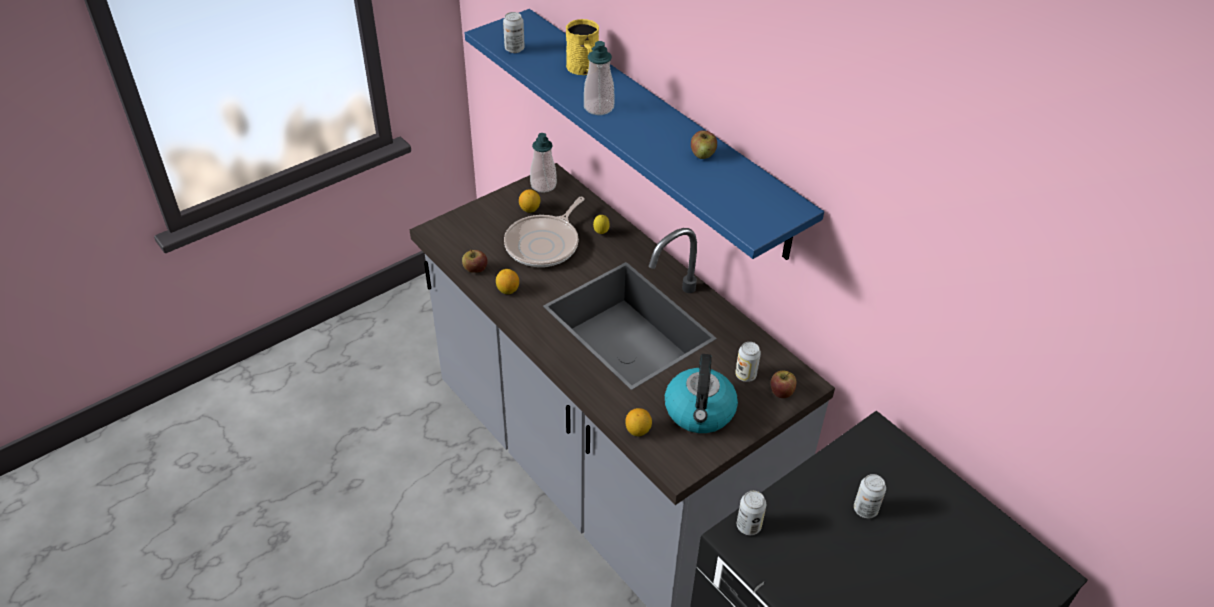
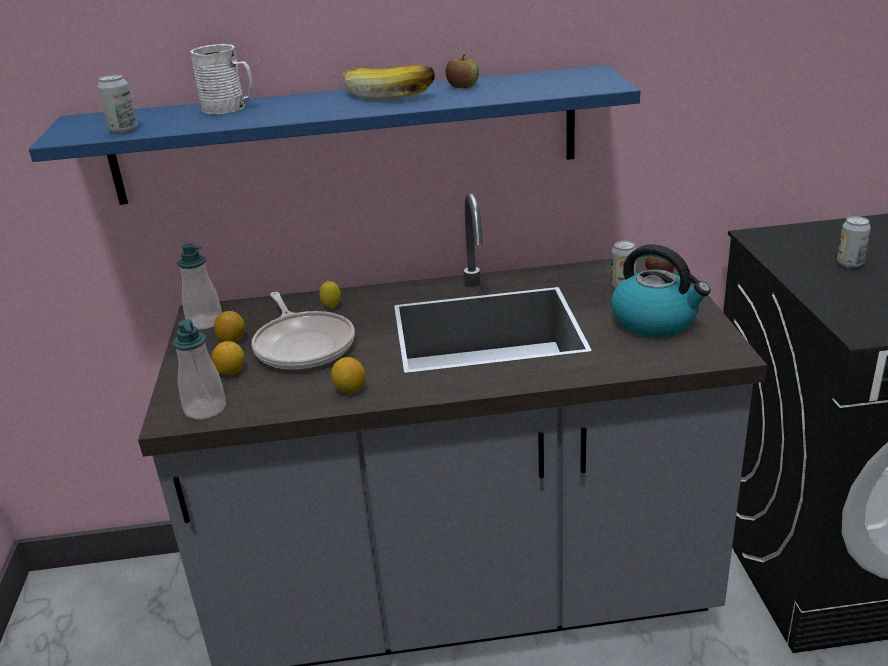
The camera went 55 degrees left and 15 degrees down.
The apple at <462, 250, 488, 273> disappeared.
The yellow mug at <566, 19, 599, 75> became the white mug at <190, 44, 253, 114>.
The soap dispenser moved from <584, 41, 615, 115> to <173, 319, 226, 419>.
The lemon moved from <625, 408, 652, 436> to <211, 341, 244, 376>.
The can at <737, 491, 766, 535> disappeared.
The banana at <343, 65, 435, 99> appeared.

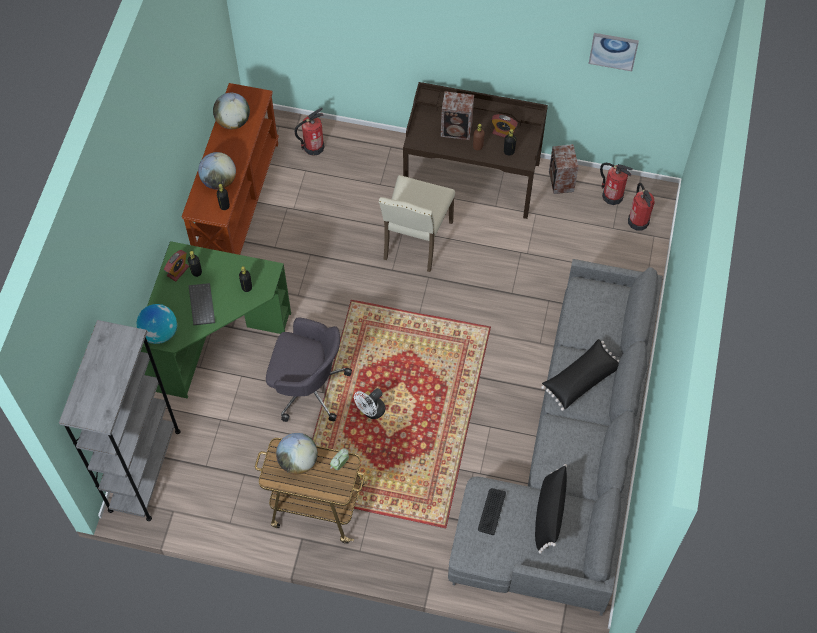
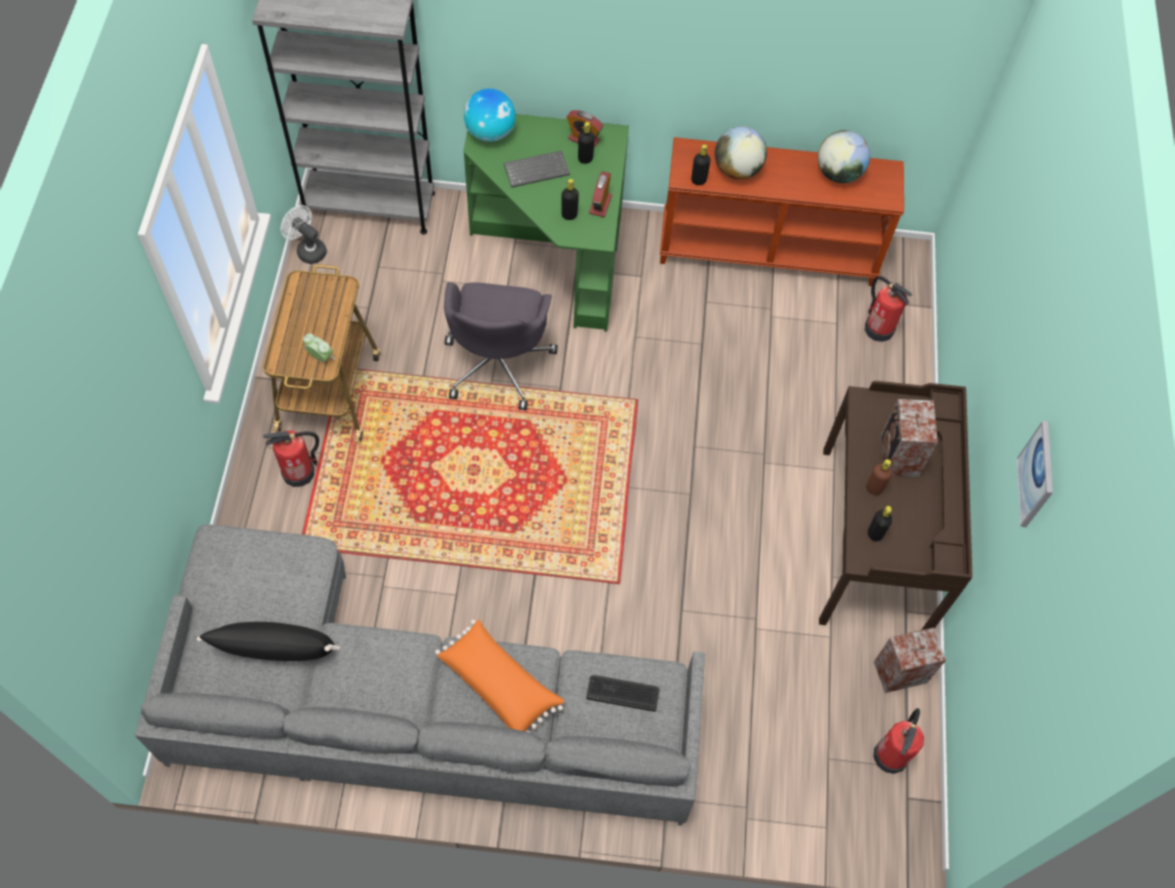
The camera went 80 degrees right and 0 degrees up.
The globe at <276, 433, 318, 474> disappeared.
The white fan moved from <354, 388, 386, 419> to <281, 205, 327, 264>.
The beige chair at <379, 175, 455, 272> disappeared.
The keyboard moved from <478, 488, 506, 535> to <586, 675, 659, 712>.
The alarm clock moved from <491, 114, 518, 138> to <589, 171, 612, 217>.
The black pillow at <541, 339, 619, 411> became the orange pillow at <435, 620, 564, 733>.
The picture moved from <589, 33, 639, 71> to <1017, 421, 1053, 527>.
The fire extinguisher moved from <628, 183, 654, 231> to <263, 430, 319, 487>.

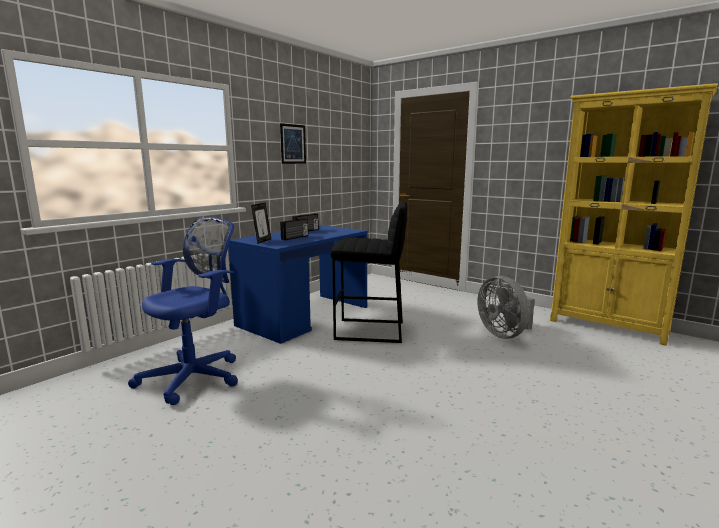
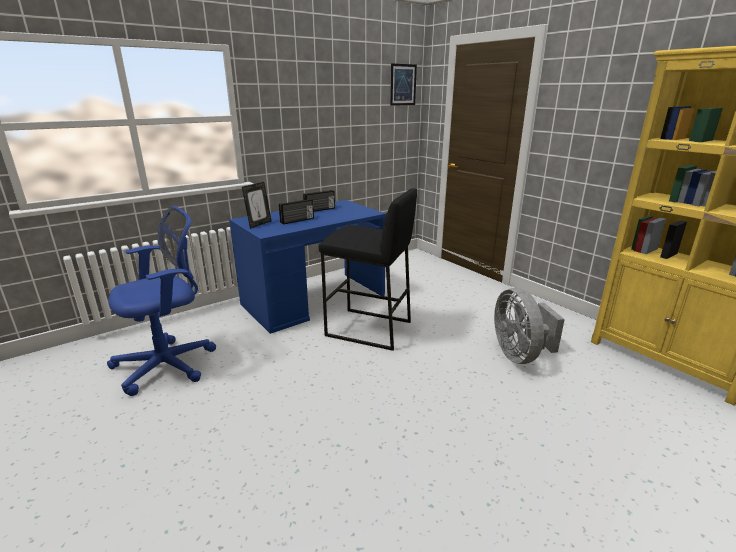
The camera went 15 degrees right and 10 degrees up.
The picture moved from <280, 123, 306, 164> to <390, 63, 417, 106>.

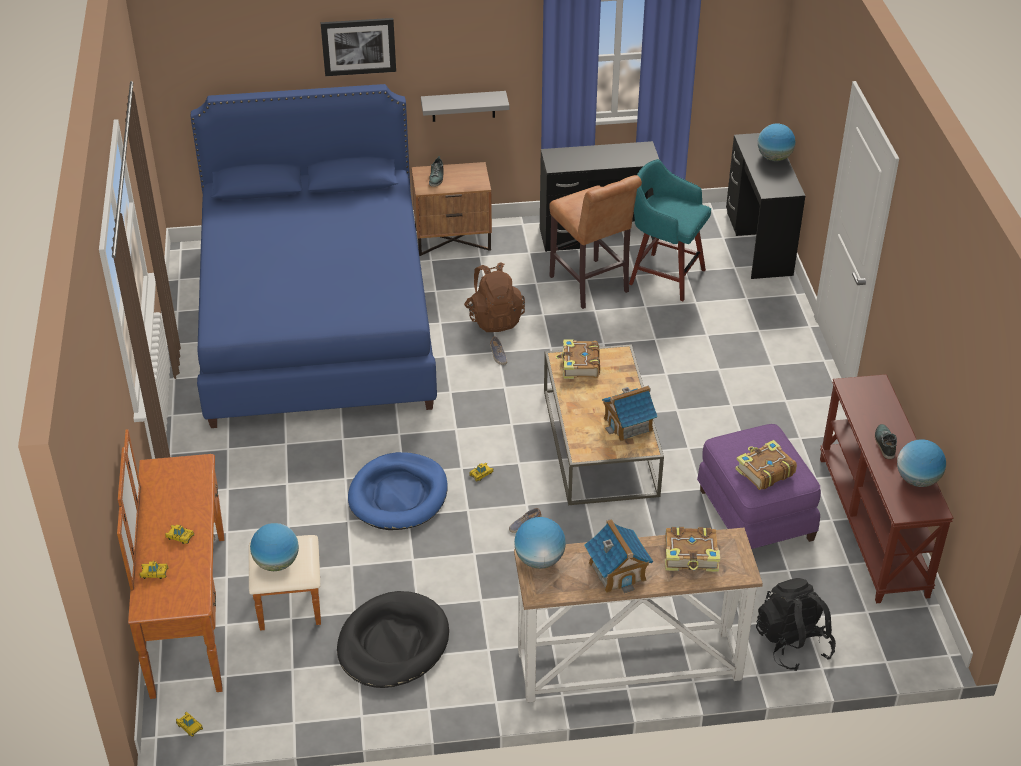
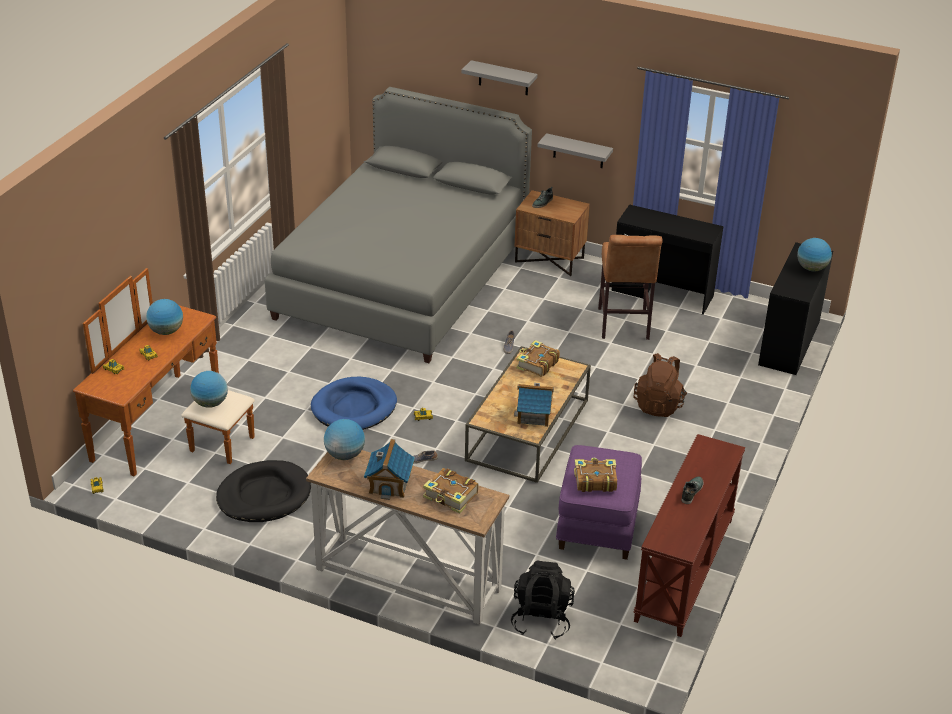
The camera went 30 degrees right and 5 degrees down.
The blue bed at <191, 84, 437, 428> became the grey bed at <265, 87, 532, 363>.
The picture at <321, 18, 396, 76> was replaced by the grey shelf at <462, 60, 537, 95>.
The brown backpack moved from <464, 262, 525, 332> to <634, 353, 687, 417>.
The turquoise stool at <629, 159, 711, 301> disappeared.
The globe moved from <897, 439, 946, 487> to <146, 299, 183, 335>.

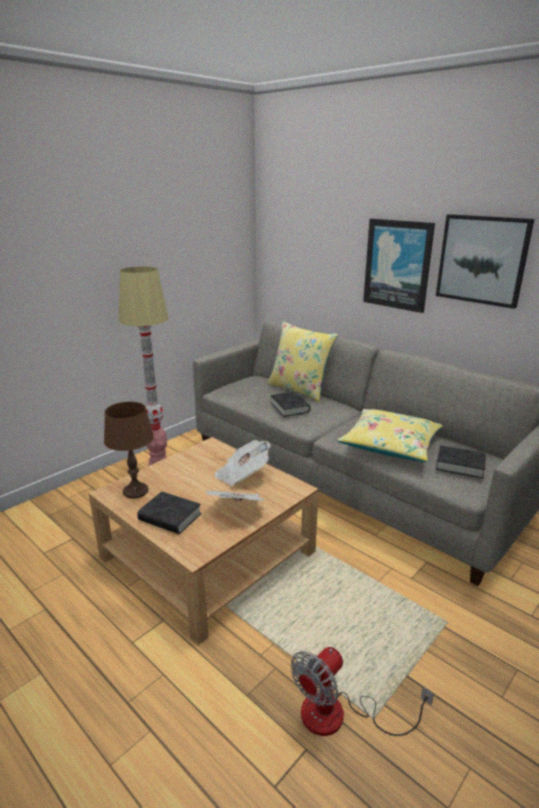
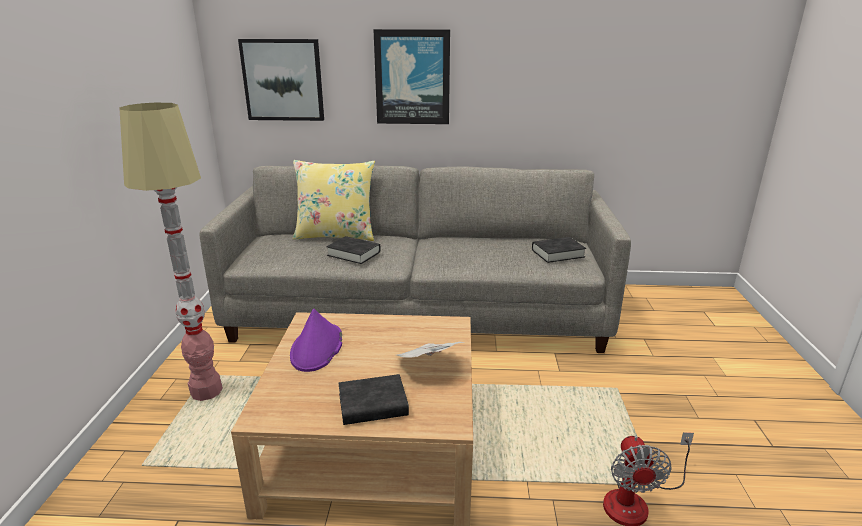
The camera went 40 degrees left and 0 degrees up.
The brown table lamp at <104, 402, 154, 499> disappeared.
The newspaper at <214, 440, 271, 486> disappeared.
The yellow pillow at <337, 409, 443, 462> disappeared.
The picture moved from <436, 214, 534, 309> to <238, 39, 324, 121>.
The purple hat at <290, 309, 342, 372> appeared.

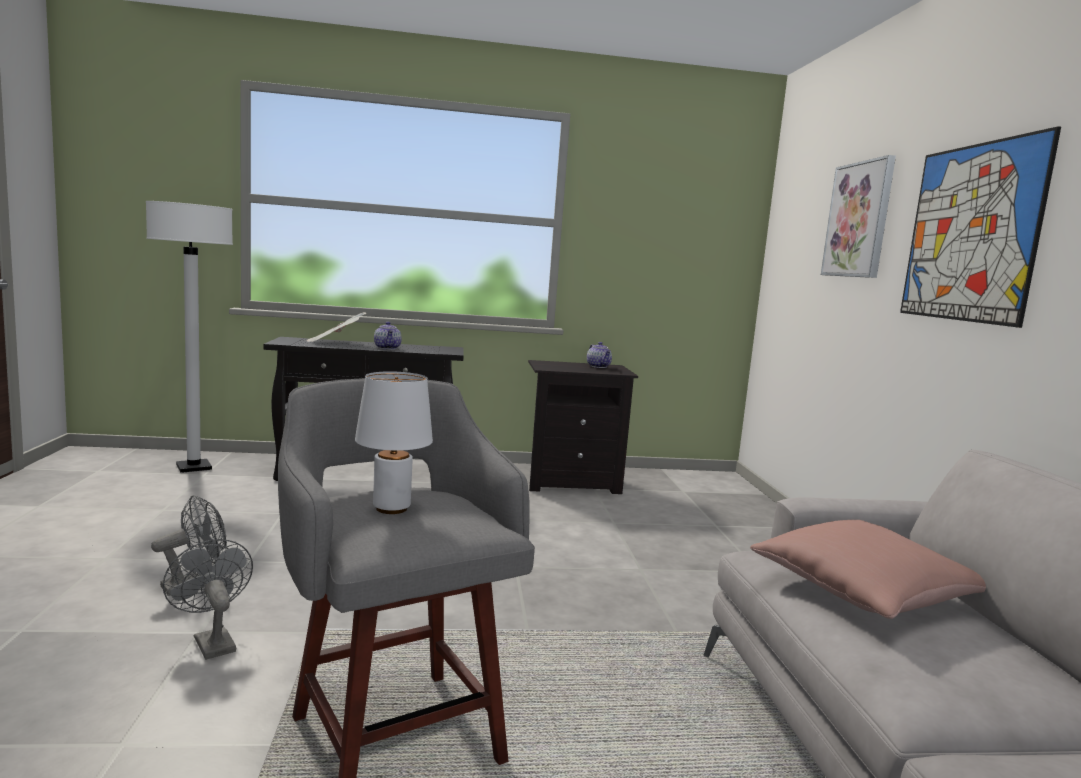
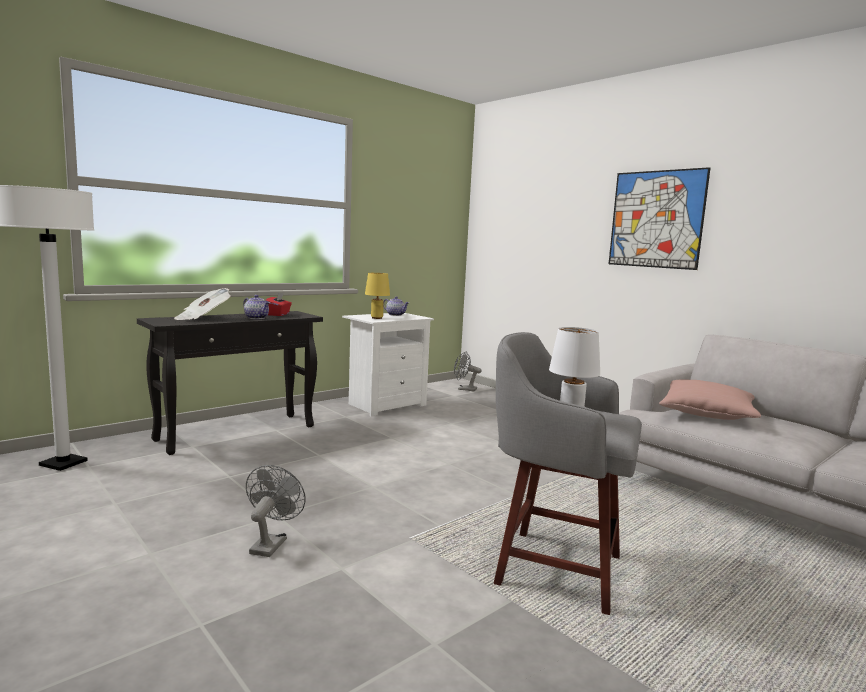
The camera went 35 degrees left and 0 degrees up.
The grey fan moved from <162, 539, 253, 660> to <454, 352, 481, 392>.
The black nightstand at <528, 360, 638, 494> became the white nightstand at <342, 313, 434, 416>.
The picture at <821, 155, 896, 278> disappeared.
The red tissue box at <265, 293, 292, 316> appeared.
The yellow table lamp at <365, 273, 390, 319> appeared.

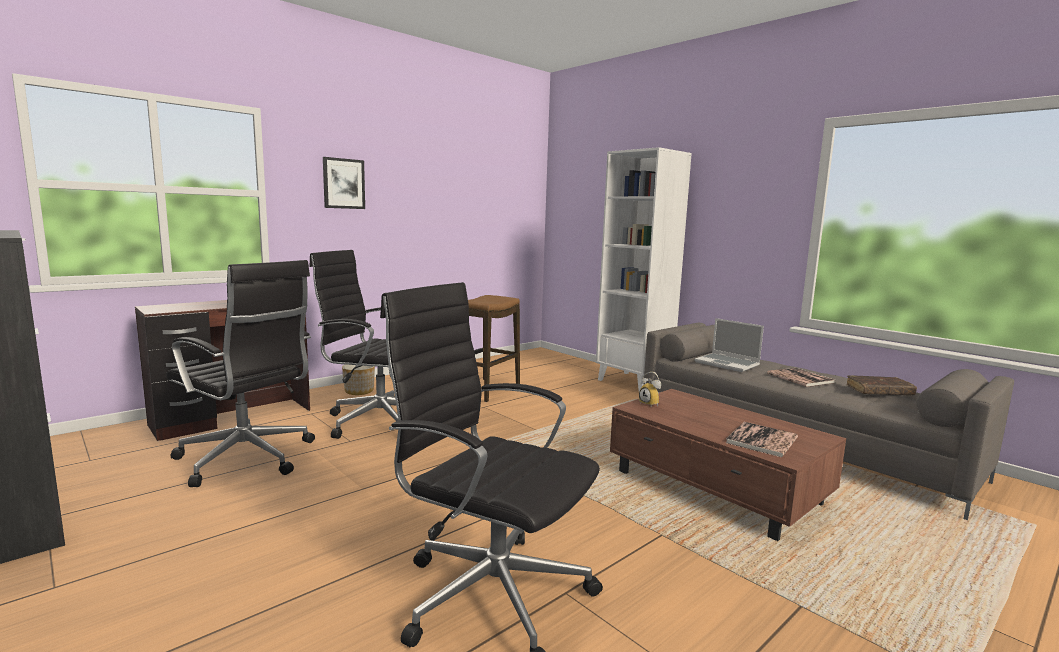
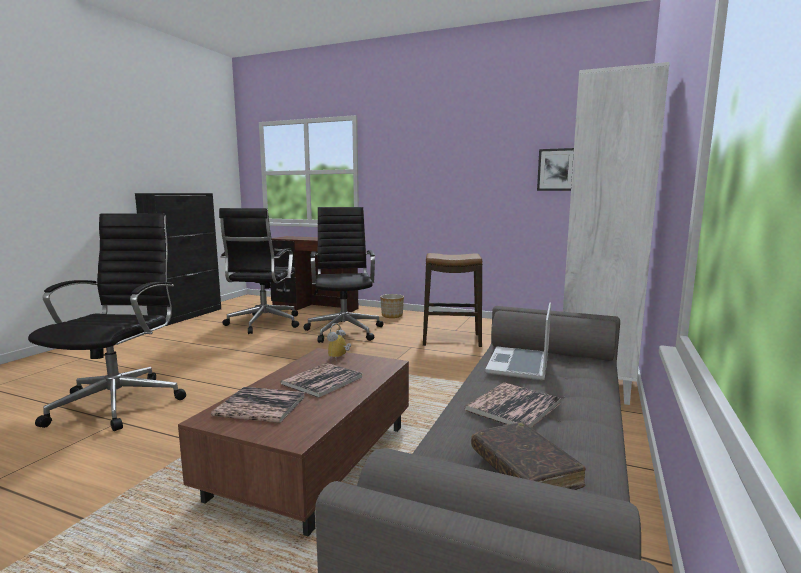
The camera went 65 degrees right and 0 degrees up.
The picture moved from <323, 157, 365, 209> to <537, 148, 574, 191>.
The book at <280, 363, 363, 398> appeared.

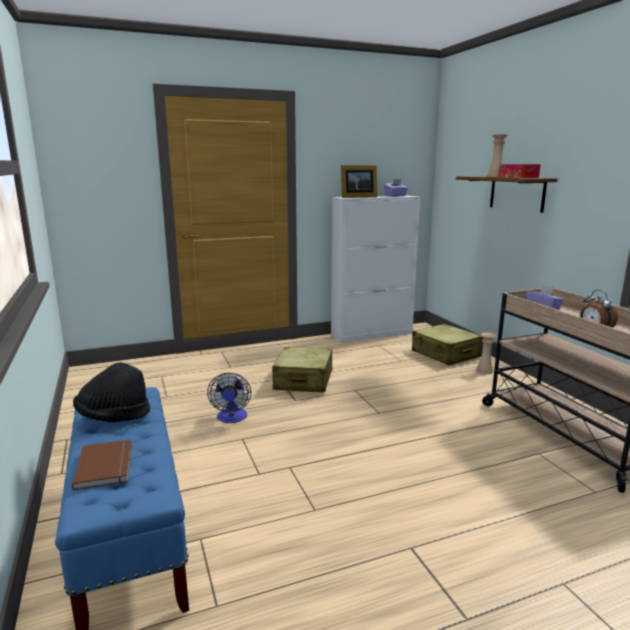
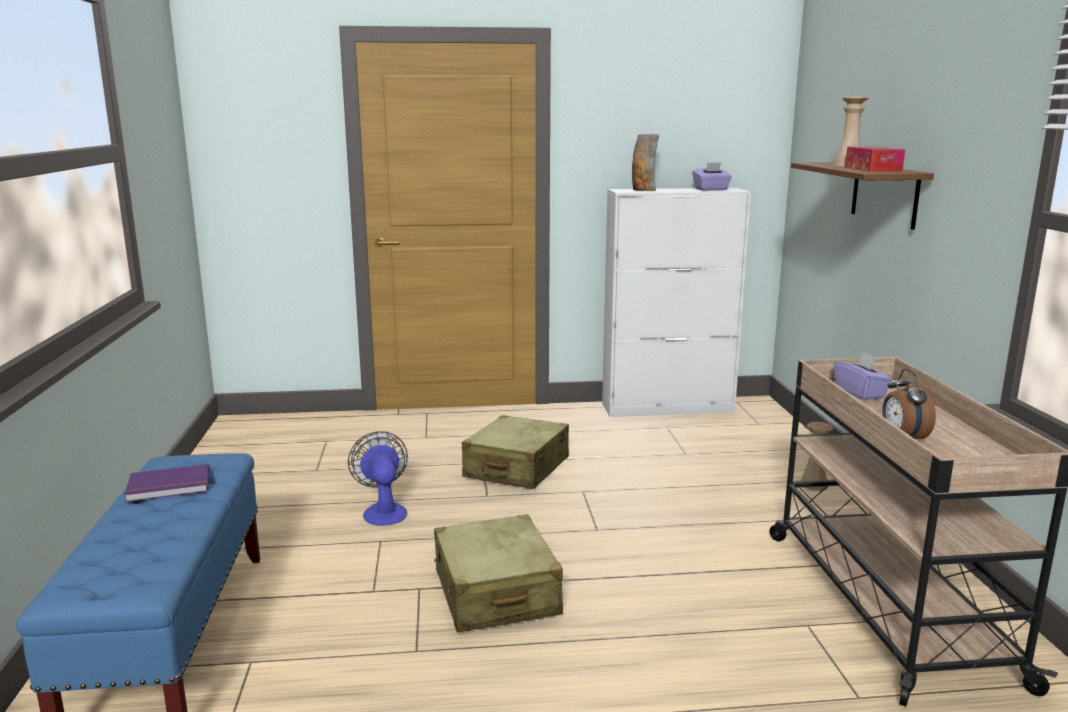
The camera went 15 degrees right and 0 degrees up.
The brown book at <72, 439, 132, 490> disappeared.
The black hat at <73, 362, 150, 422> was replaced by the purple book at <124, 464, 210, 502>.
The fan at <207, 373, 251, 423> turned 150 degrees clockwise.
The picture frame at <341, 165, 377, 198> was replaced by the vase at <632, 134, 659, 191>.
The beige suitcase moved from <412, 324, 483, 365> to <434, 514, 563, 632>.

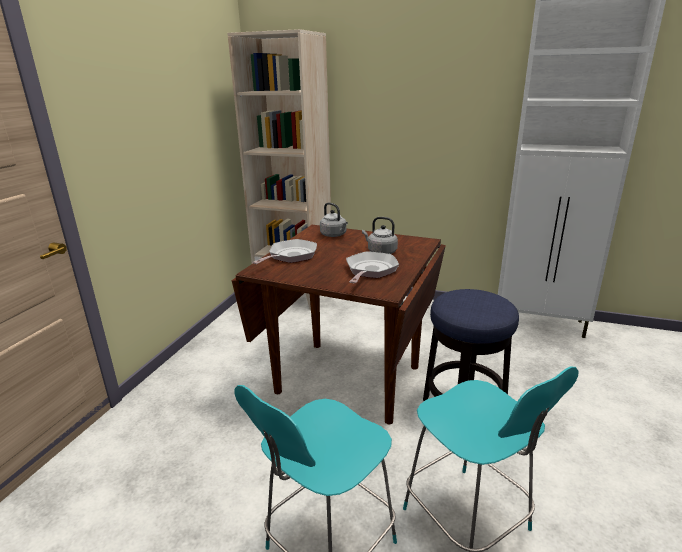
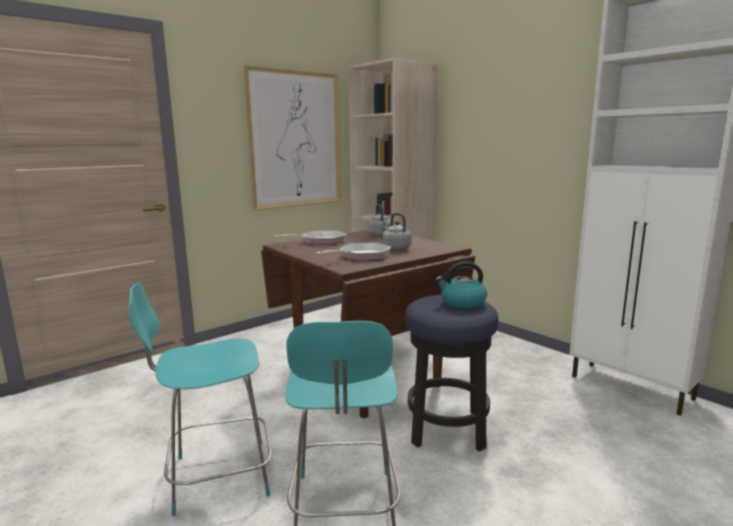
The camera went 30 degrees right and 10 degrees down.
The picture at <244, 65, 341, 210> appeared.
The kettle at <435, 261, 487, 309> appeared.

